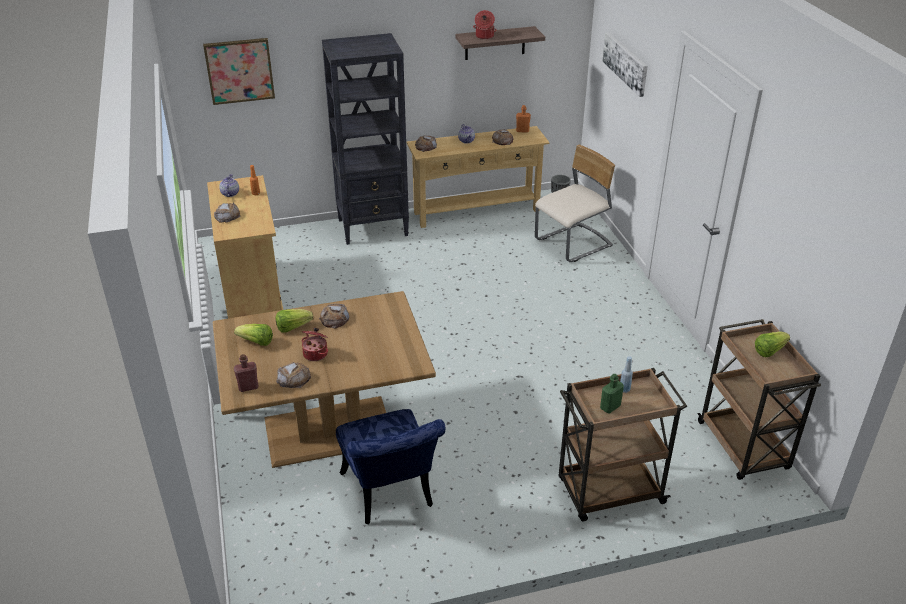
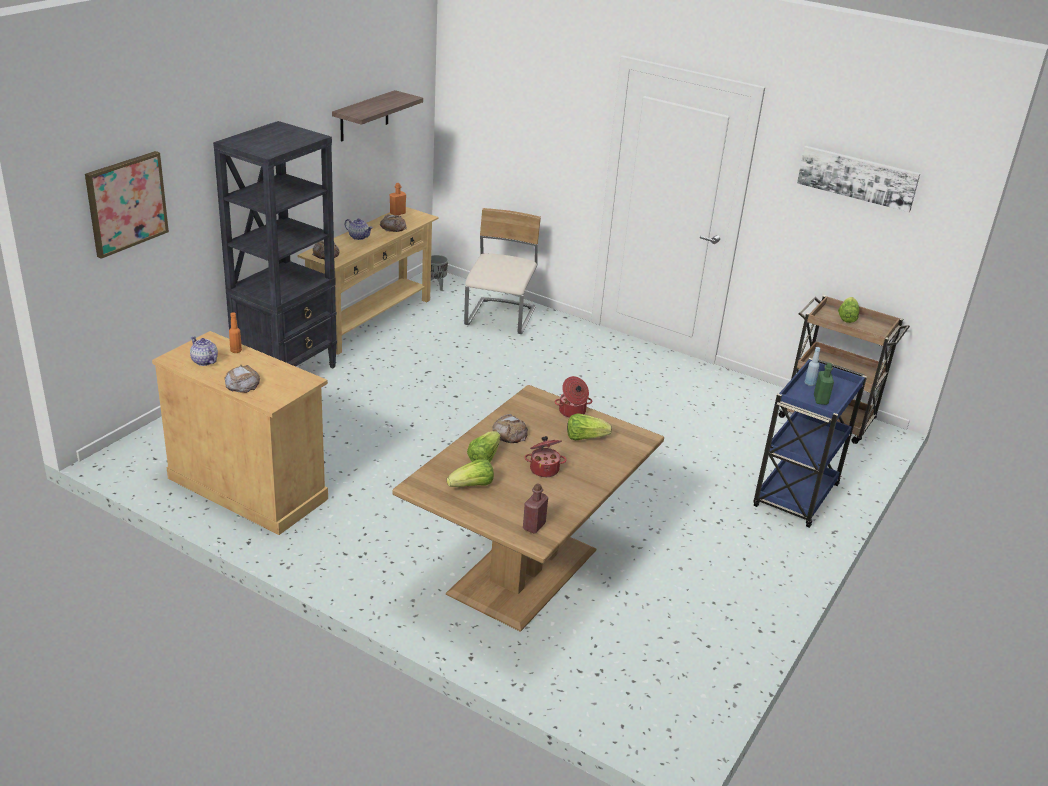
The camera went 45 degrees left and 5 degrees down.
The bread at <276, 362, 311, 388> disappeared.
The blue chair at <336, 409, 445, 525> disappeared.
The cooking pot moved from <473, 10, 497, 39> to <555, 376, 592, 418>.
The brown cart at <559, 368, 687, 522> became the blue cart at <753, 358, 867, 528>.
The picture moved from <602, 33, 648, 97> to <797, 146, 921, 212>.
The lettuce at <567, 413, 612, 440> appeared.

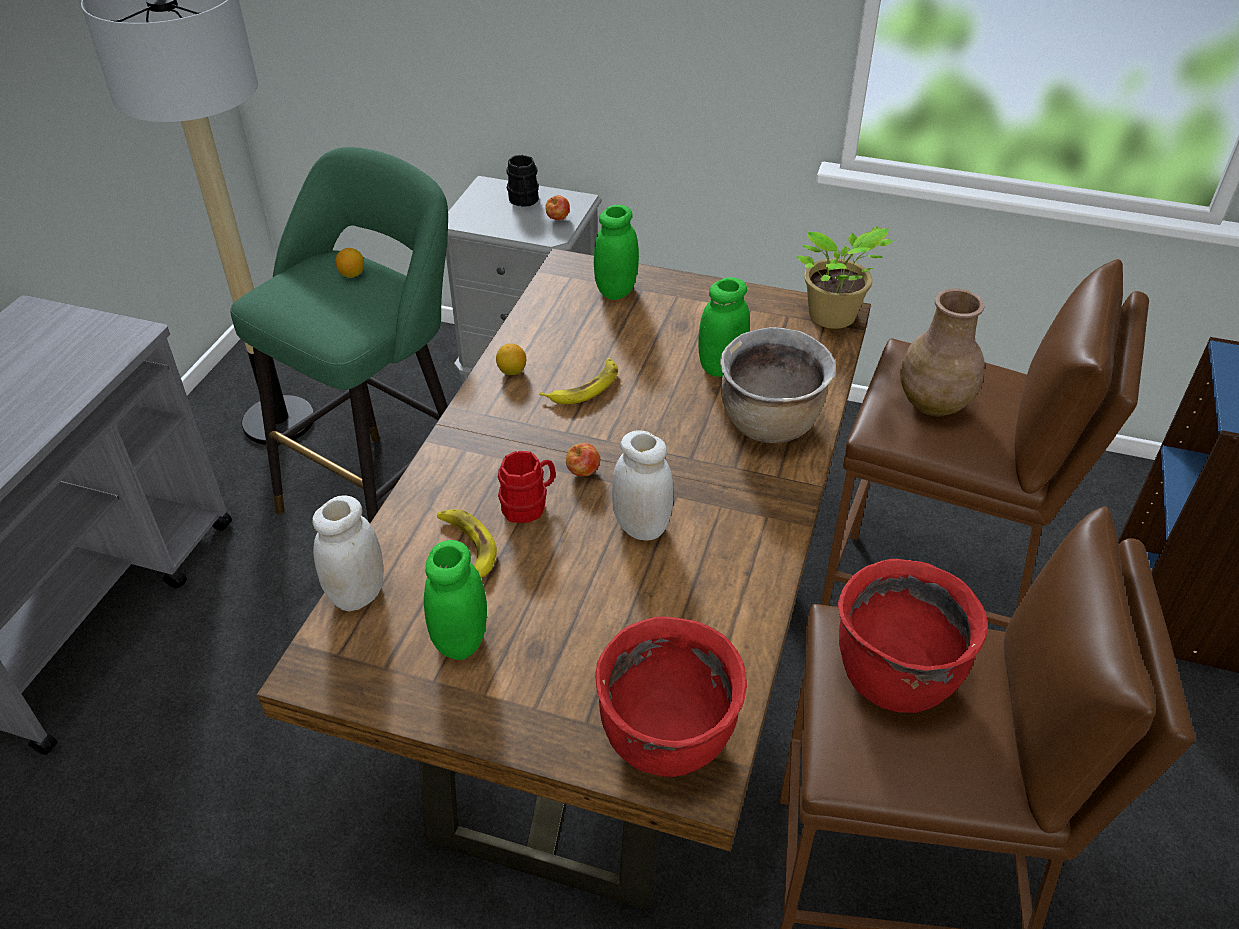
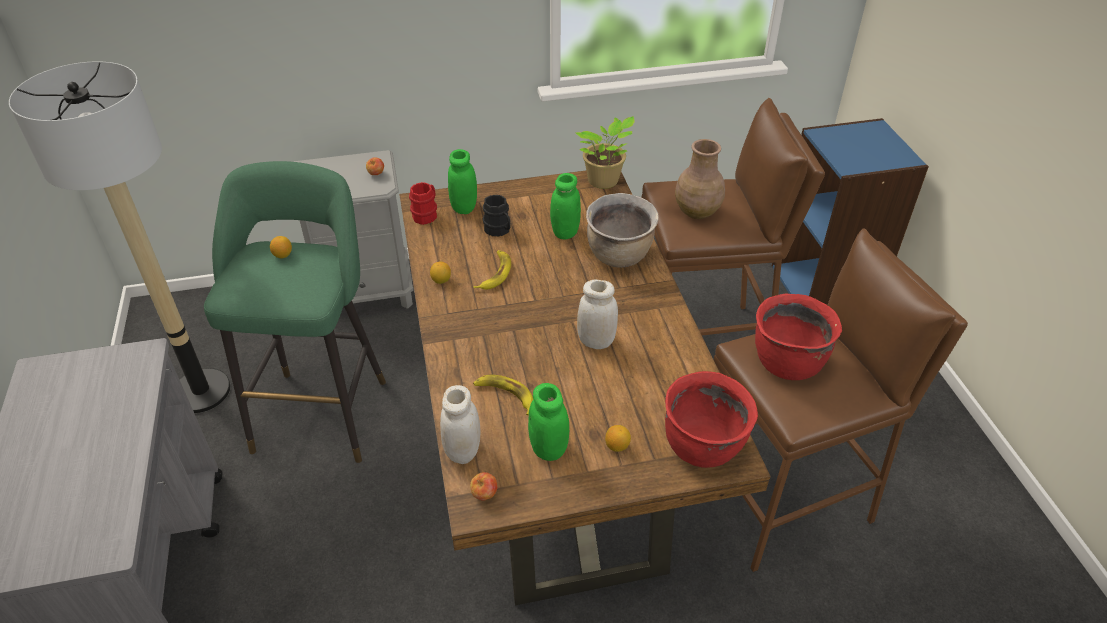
The camera went 30 degrees left and 0 degrees up.
The red mug moved from <498, 451, 556, 523> to <409, 182, 437, 225>.
The black mug moved from <506, 155, 539, 207> to <483, 195, 511, 236>.
The apple moved from <566, 443, 600, 476> to <470, 472, 498, 501>.
The lemon at <605, 425, 631, 452> appeared.

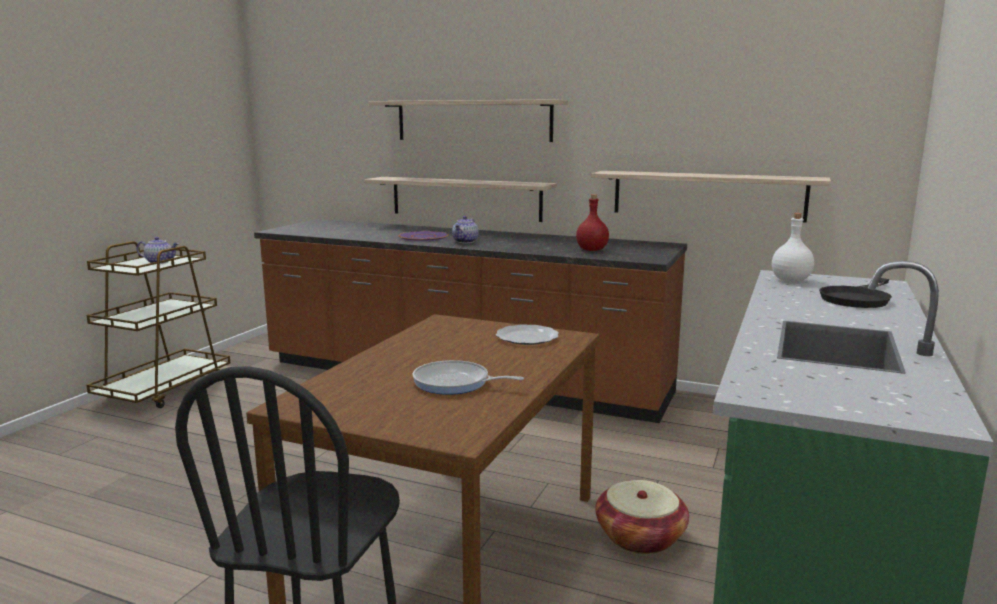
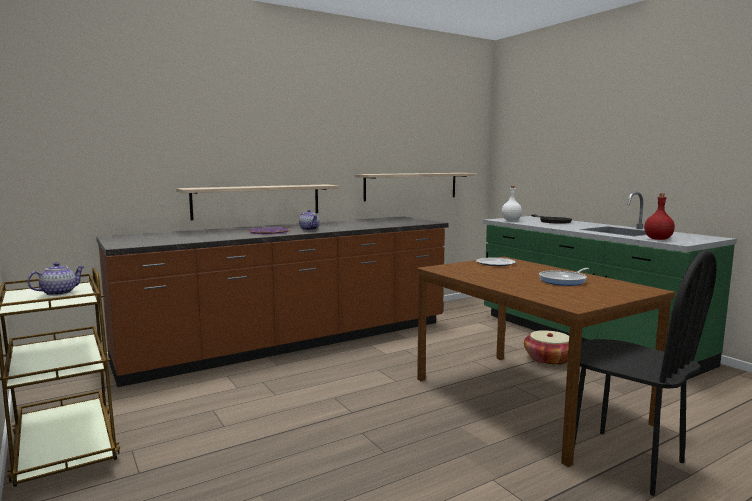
The camera went 55 degrees left and 5 degrees down.
The shelf at <369, 99, 568, 142> disappeared.
The red bottle moved from <576, 194, 609, 251> to <644, 193, 675, 240>.

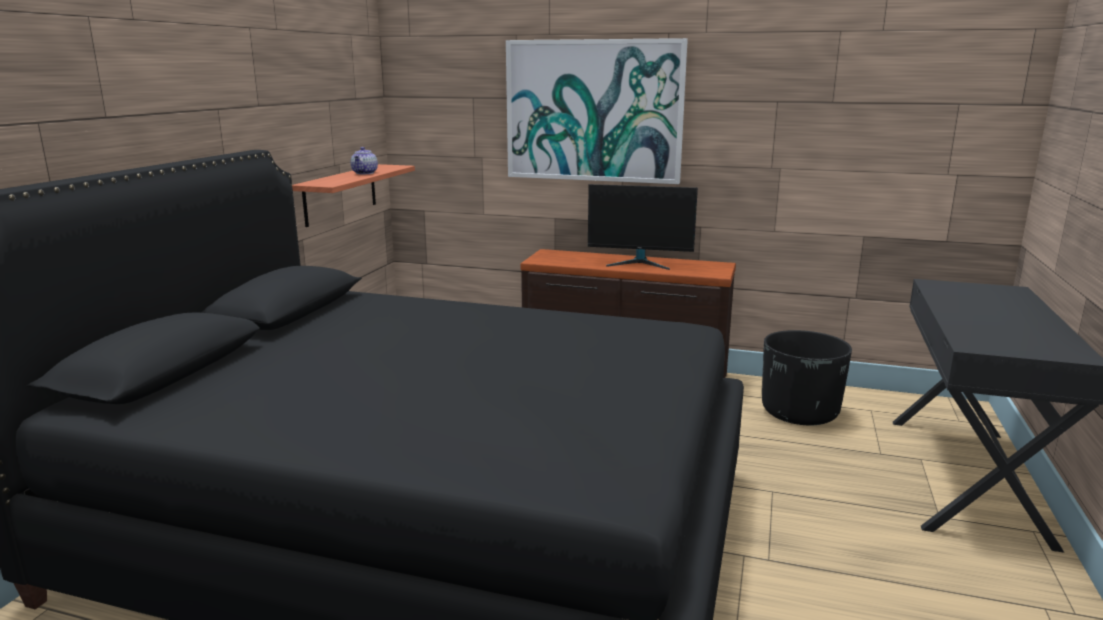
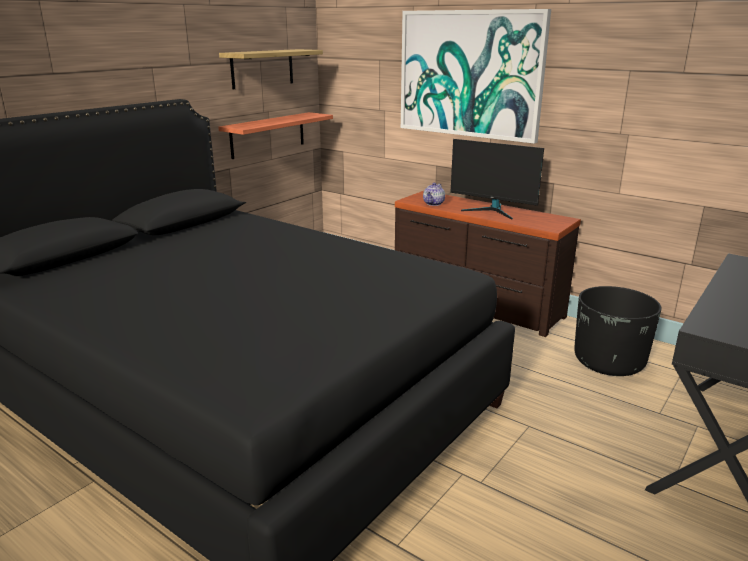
The camera went 20 degrees right and 5 degrees up.
The teapot moved from <350, 147, 378, 174> to <423, 183, 445, 206>.
The shelf at <219, 49, 323, 89> appeared.

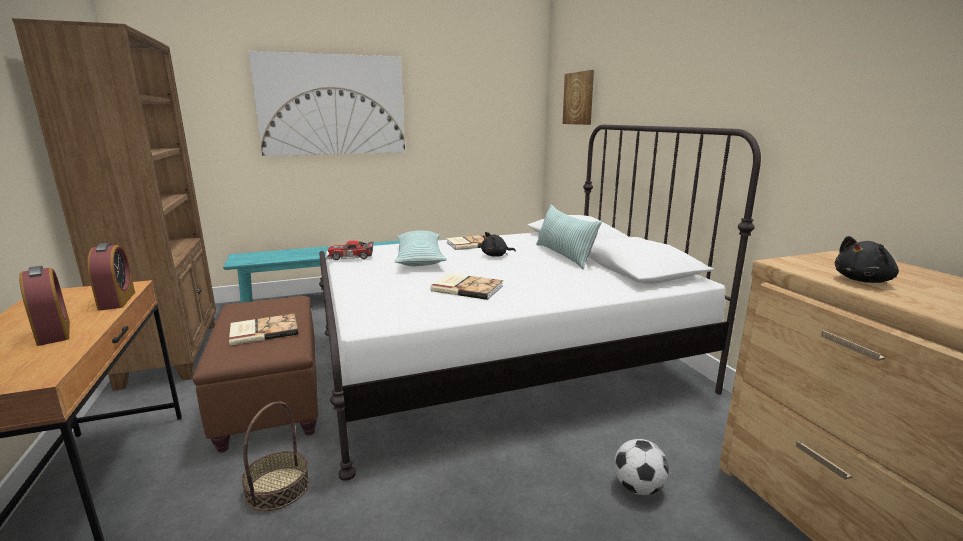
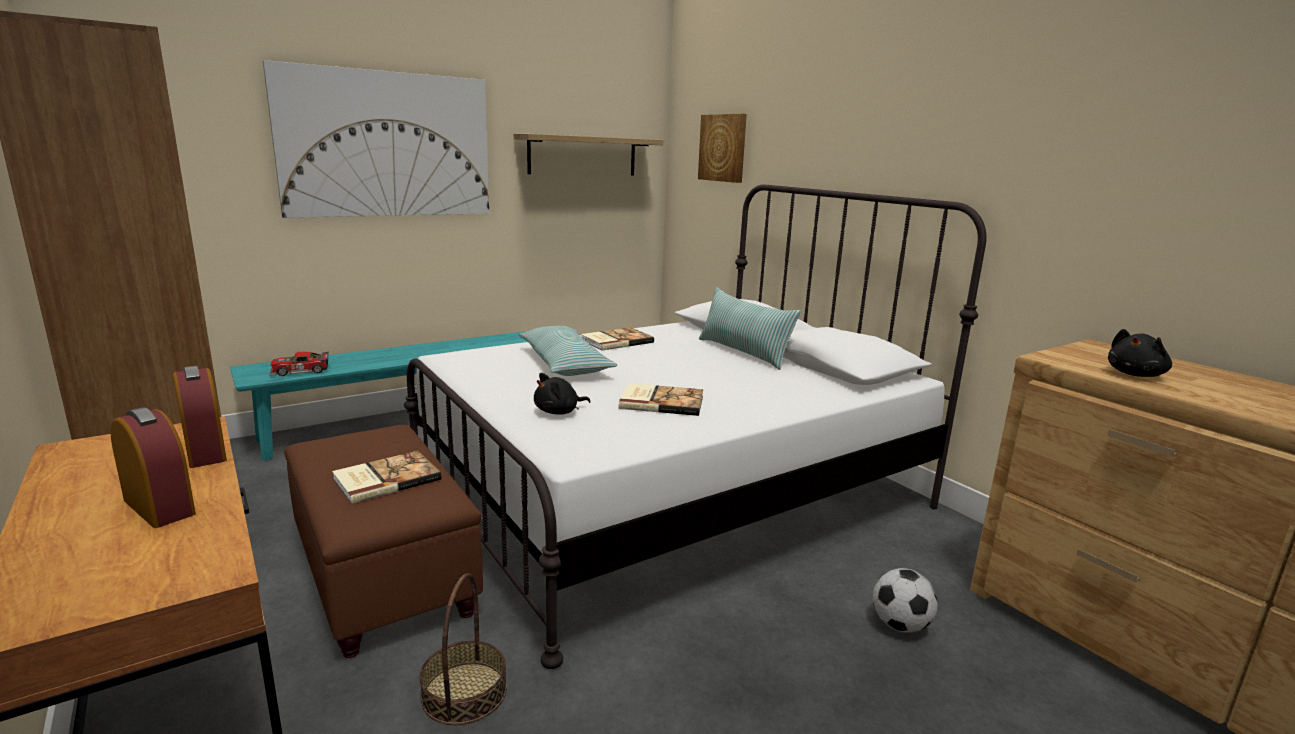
The camera went 15 degrees left and 0 degrees up.
The toy car moved from <326, 241, 374, 260> to <269, 352, 329, 376>.
The black plush toy moved from <481, 232, 516, 257> to <534, 373, 591, 415>.
The shelf at <514, 133, 663, 175> appeared.

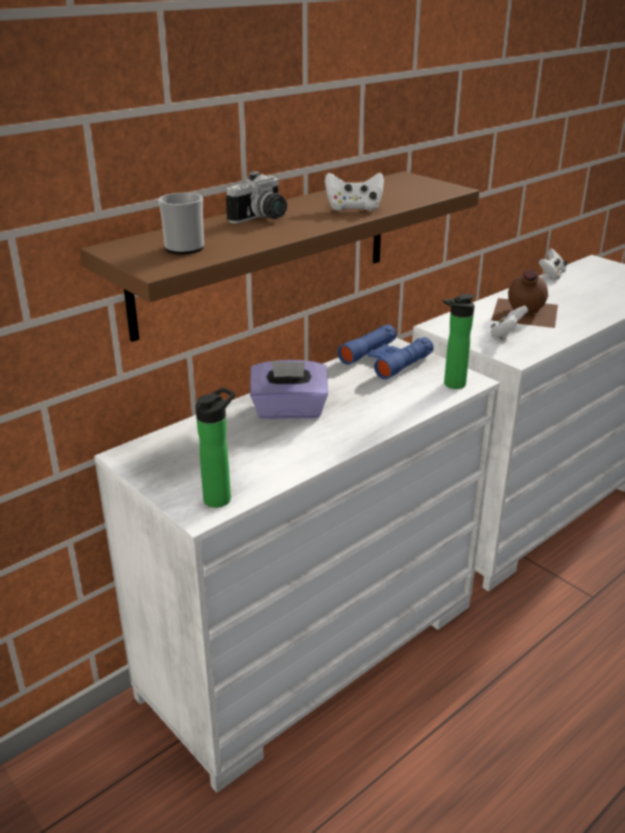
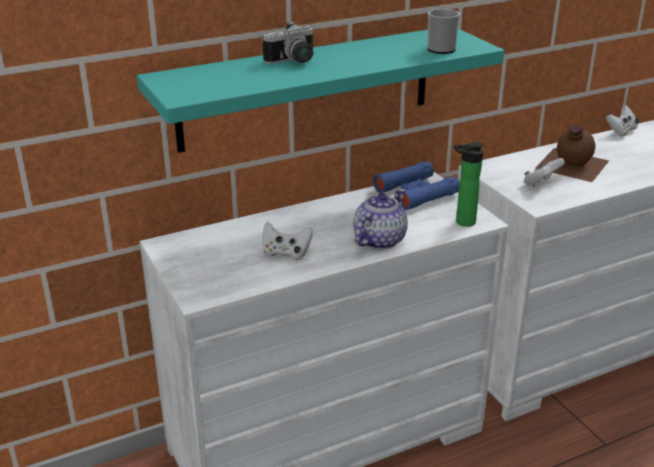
The camera went 15 degrees right and 0 degrees up.
The brown shelf at <80, 171, 480, 342> became the turquoise shelf at <137, 29, 504, 153>.
The mug moved from <158, 193, 204, 254> to <427, 9, 460, 54>.
The bottle at <196, 387, 235, 508> disappeared.
The purple tissue box at <250, 360, 328, 419> disappeared.
The white game controller moved from <325, 173, 384, 211> to <262, 222, 313, 260>.
The teapot at <353, 189, 408, 250> appeared.

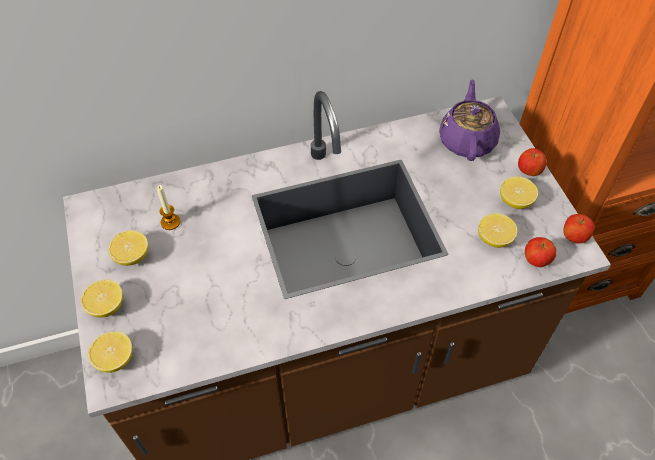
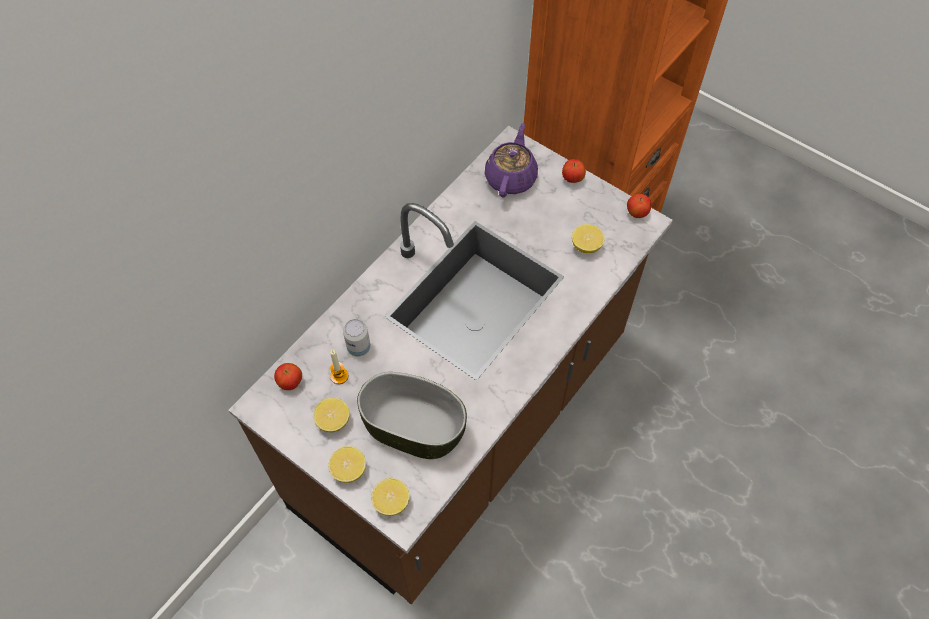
The camera went 35 degrees left and 5 degrees up.
The purple teapot at <439, 79, 500, 161> turned 45 degrees clockwise.
The lemon at <500, 177, 538, 209> disappeared.
The apple moved from <525, 237, 557, 267> to <274, 363, 302, 390>.
The can at <343, 319, 370, 357> appeared.
The bowl at <357, 372, 467, 459> appeared.

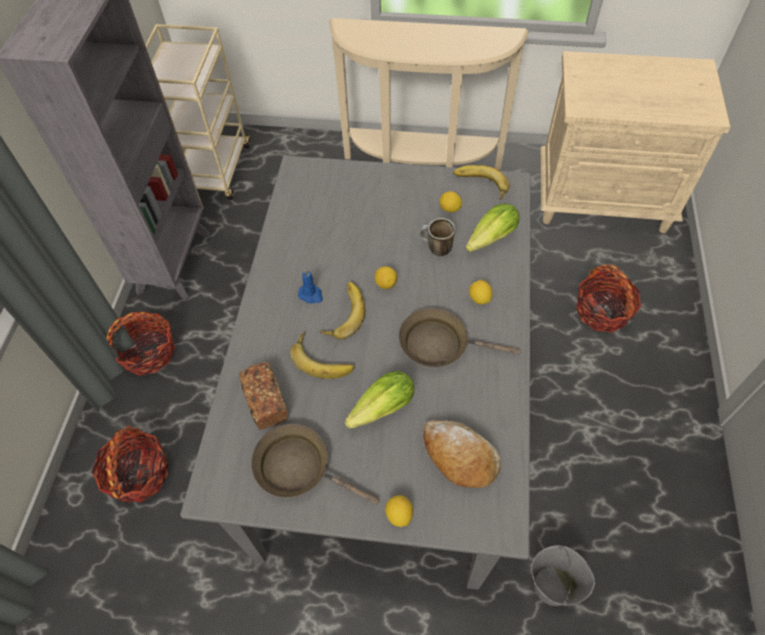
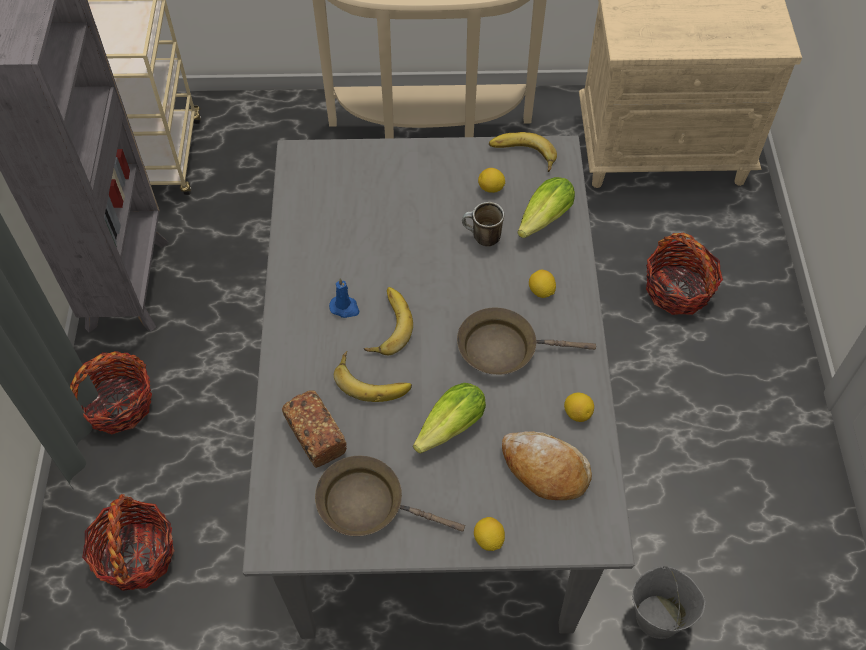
The camera went 10 degrees left and 0 degrees up.
The lemon moved from <375, 266, 397, 289> to <564, 393, 594, 422>.

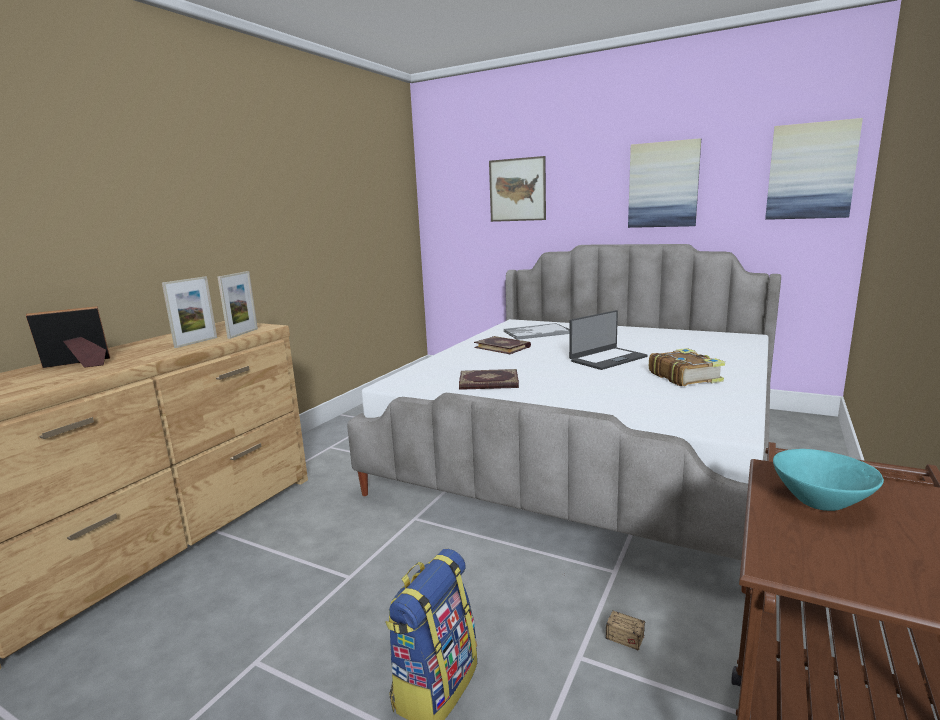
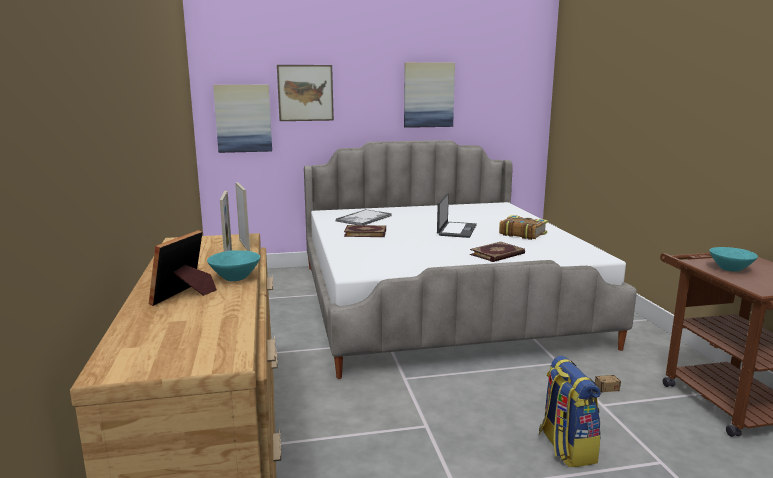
The camera went 40 degrees left and 0 degrees up.
The book moved from <459, 369, 519, 390> to <470, 242, 525, 262>.
The picture moved from <765, 118, 863, 220> to <213, 85, 272, 153>.
The turquoise bowl at <207, 250, 260, 281> appeared.

